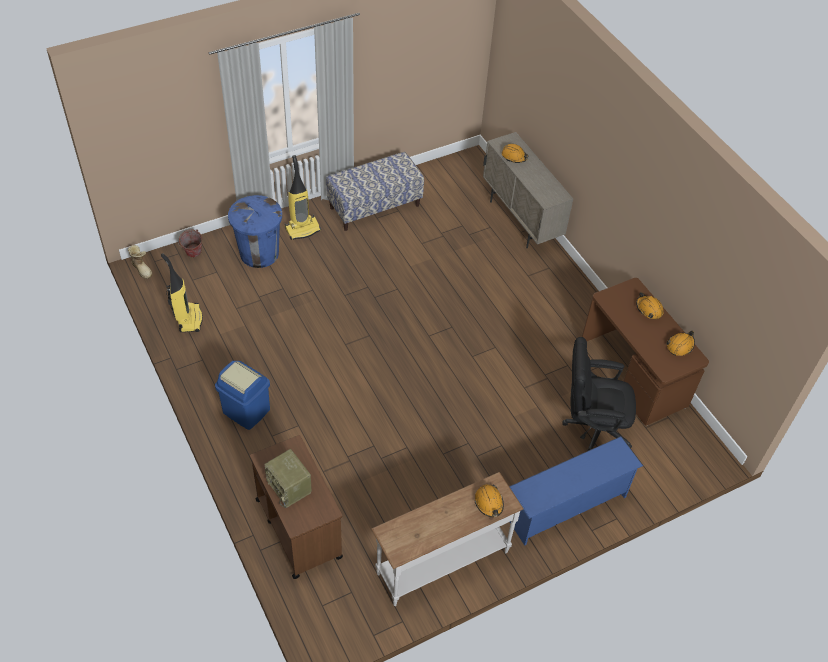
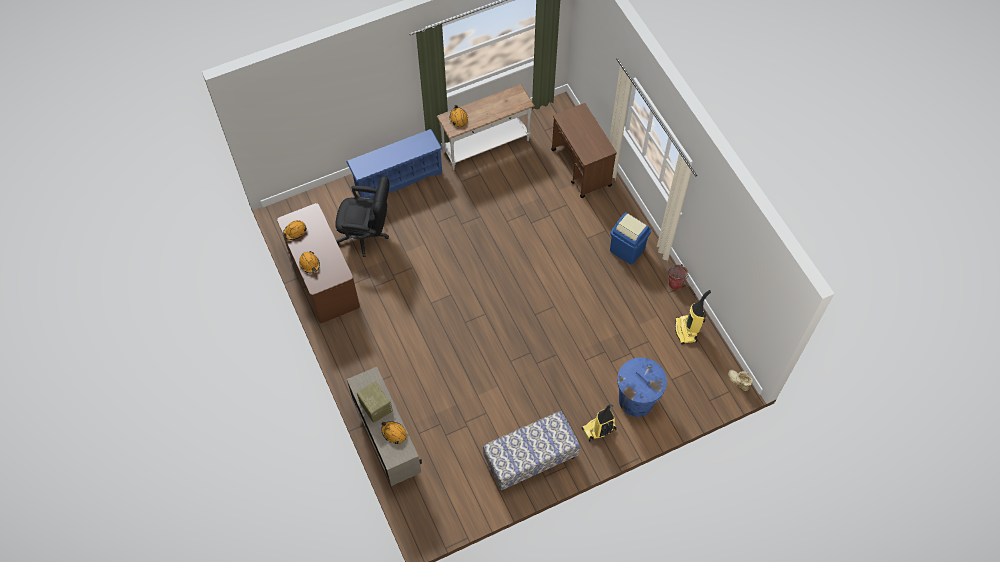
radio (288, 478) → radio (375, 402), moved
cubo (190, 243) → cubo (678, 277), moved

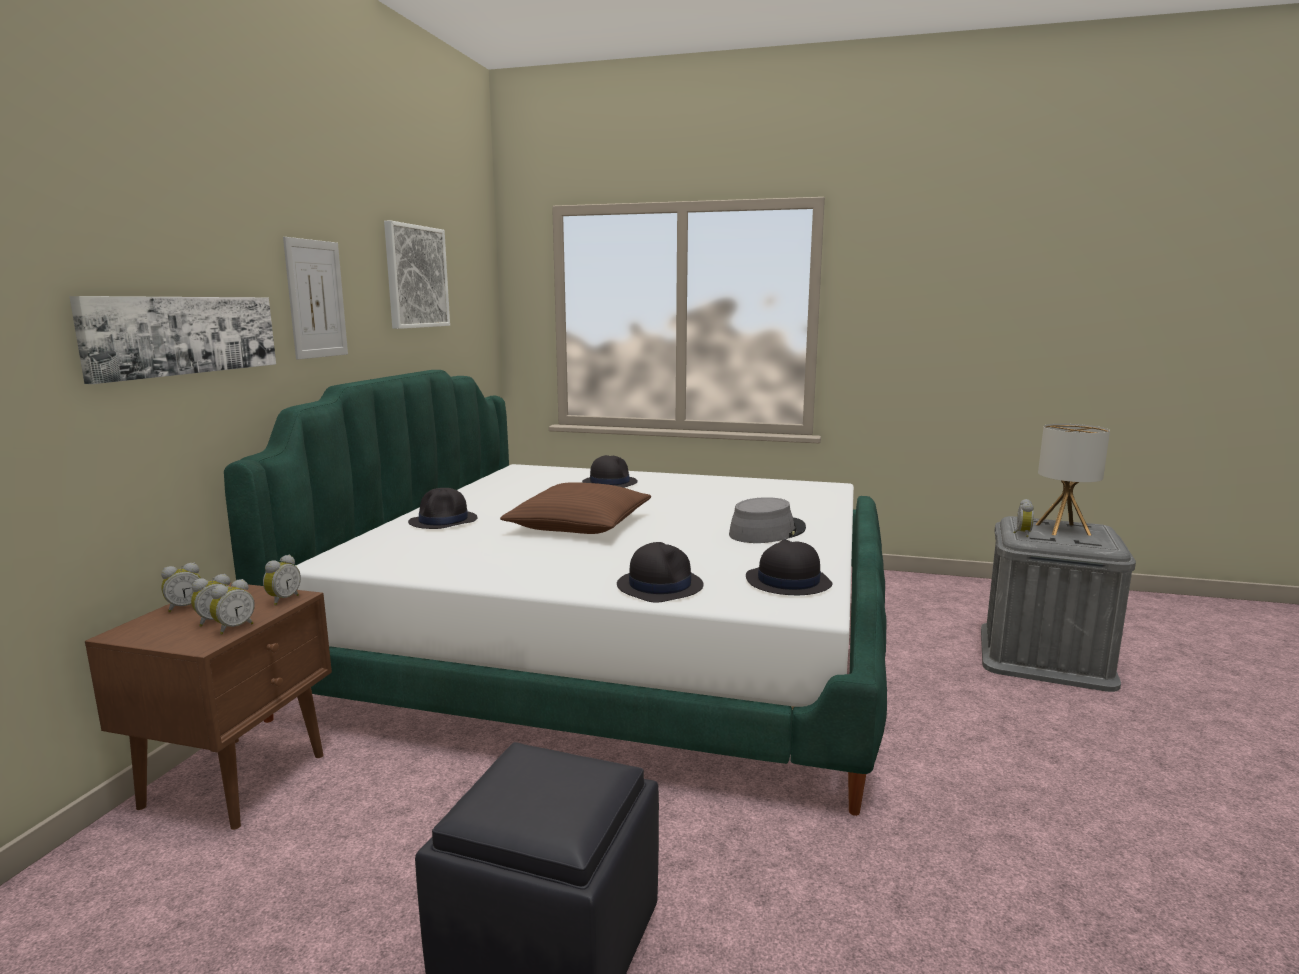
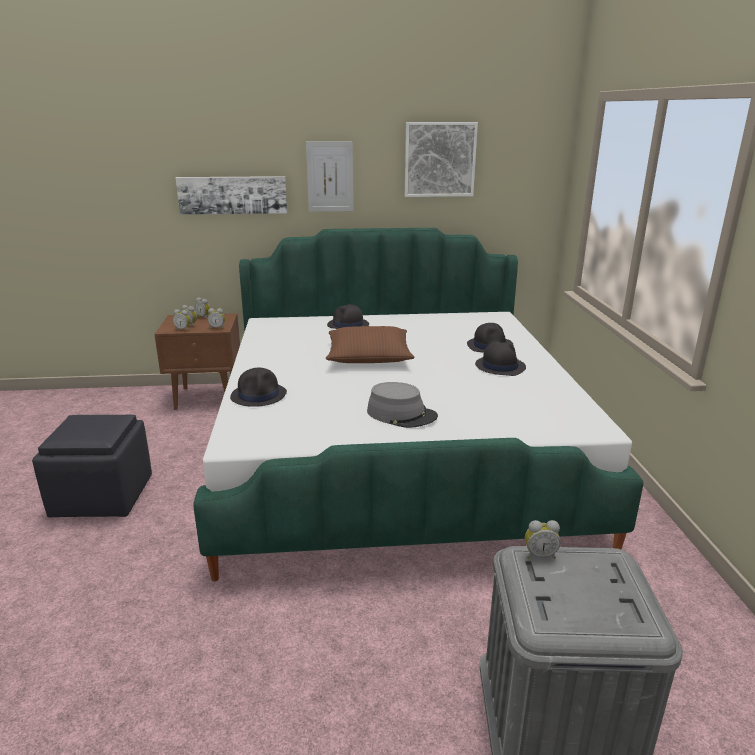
sombrero/negro (789, 567) → sombrero/negro (500, 359), moved
lámpara de mesa (1072, 480) → -

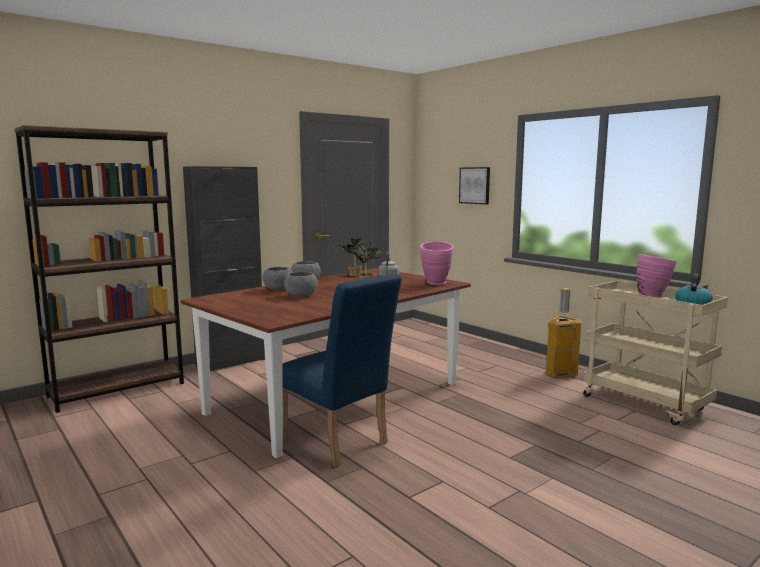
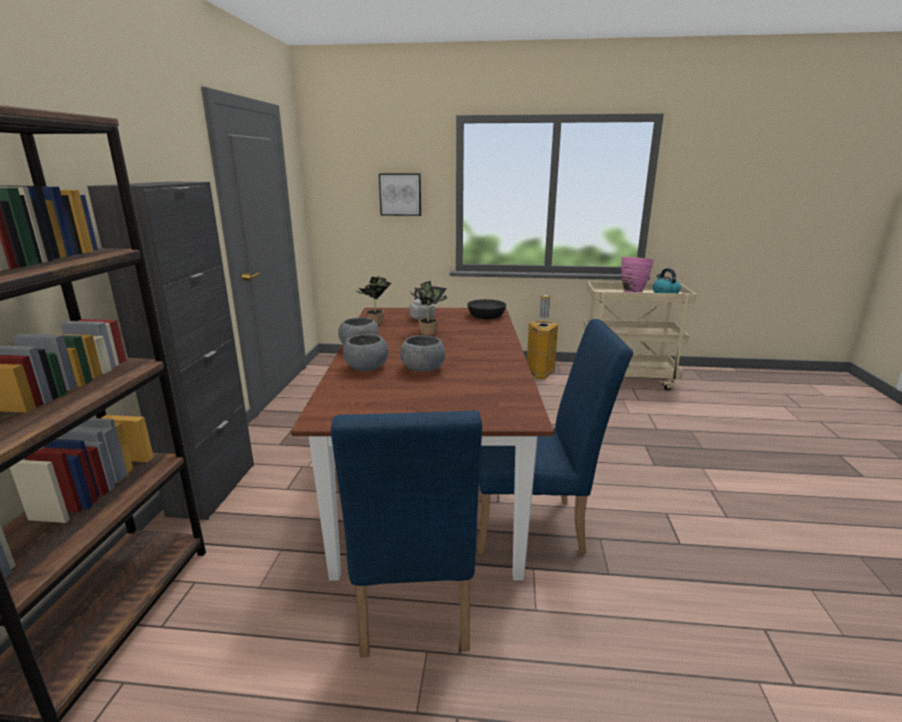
- → silla/azul (406, 533)
florero/rosa (437, 263) → cuenco/negro (486, 309)

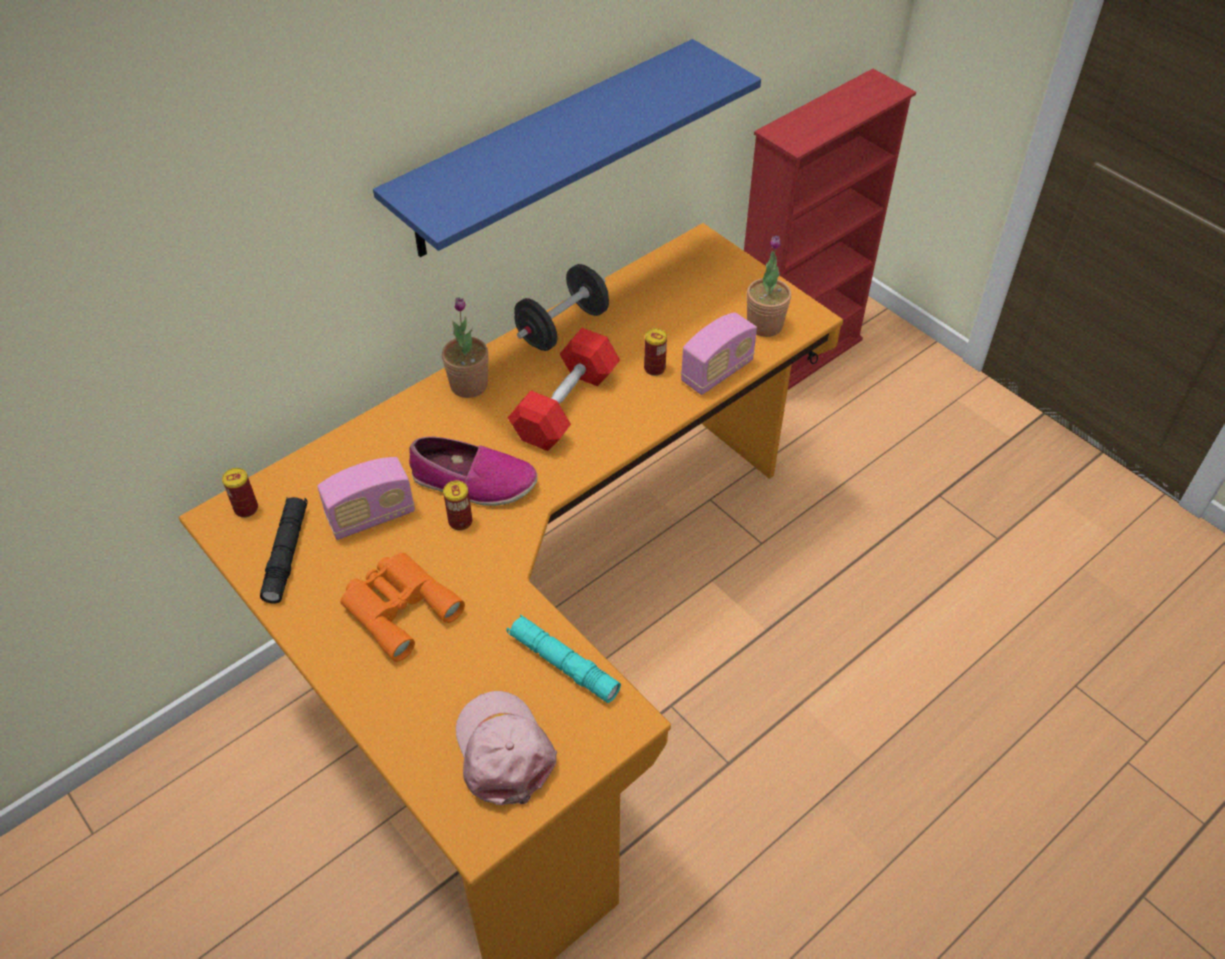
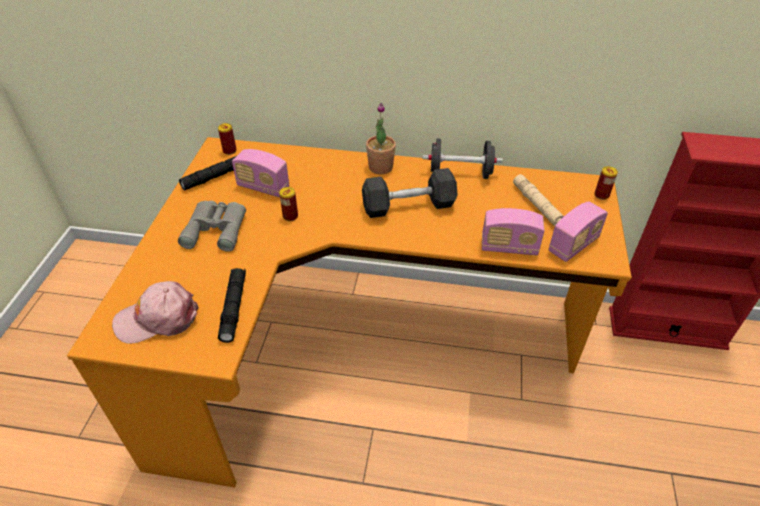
gorra/rosa (506, 748) → gorra/rosa (155, 312), 135 degrees counterclockwise
prismáticos/naranja (402, 607) → prismáticos/gris (212, 226)
linterna/turquesa (563, 658) → linterna/negro (232, 305)
mancuerna/rojo (564, 389) → mancuerna/gris (410, 193)
- → linterna/beis (538, 200)
planta en maceta (769, 286) → radio (578, 231)
lata (655, 352) → lata (606, 183), moved
estante/azul (567, 148) → -
zapato (473, 471) → -

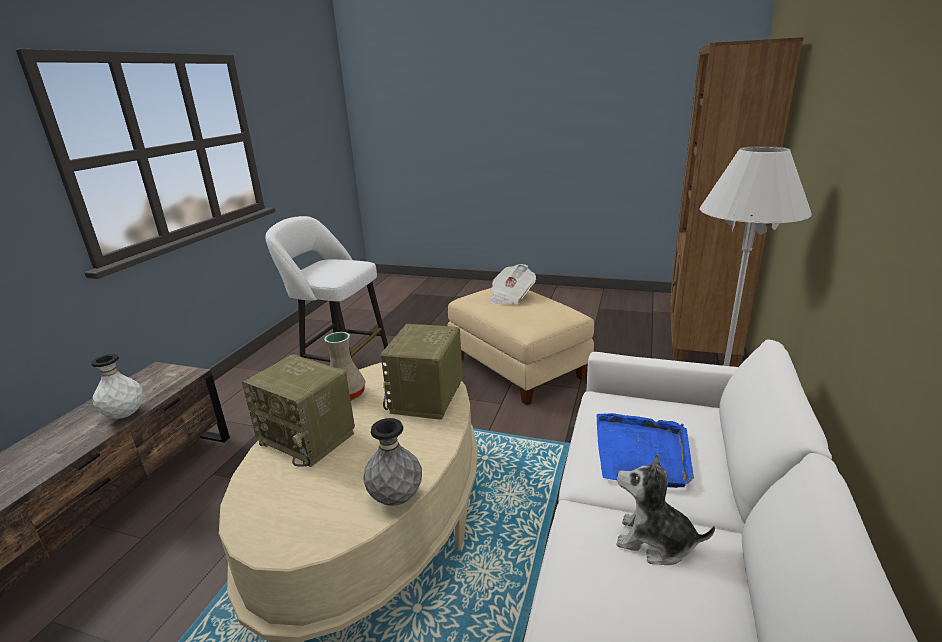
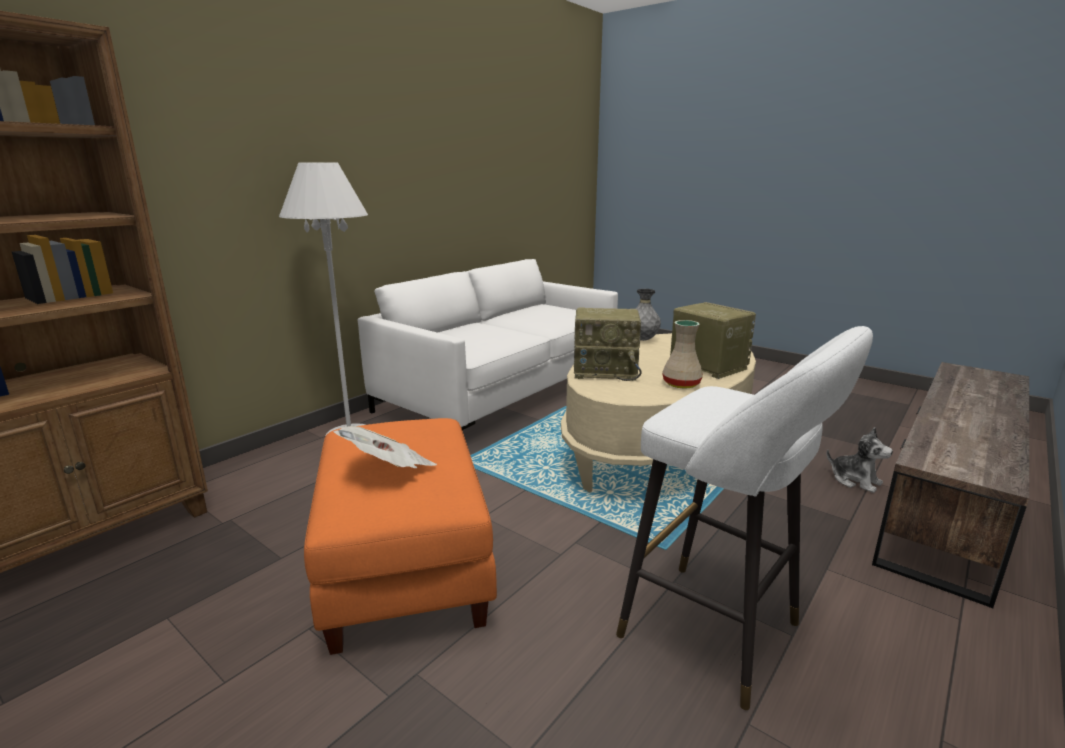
puf/beis (520, 346) → puf/naranja (400, 536)
radio (422, 372) → radio (608, 344), 60 degrees clockwise
peluche (665, 509) → peluche (860, 460), moved
florero/blanco (117, 386) → -
bandeja/azul (645, 450) → -

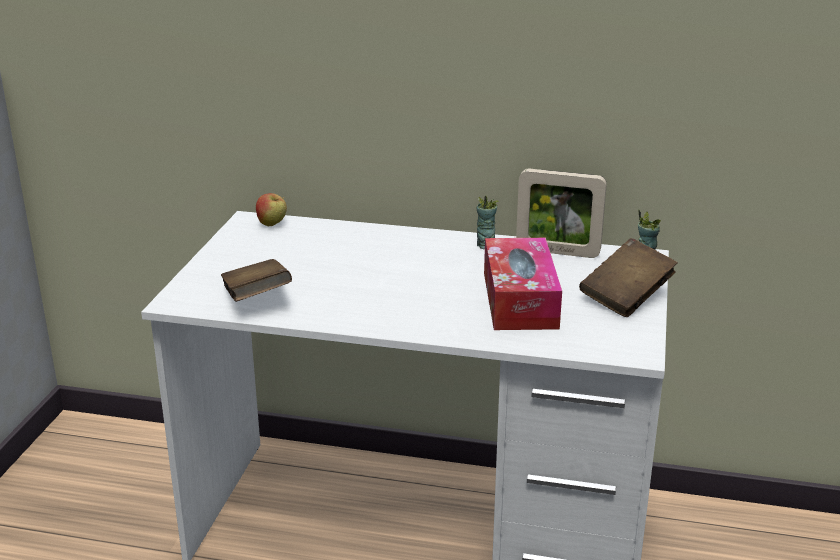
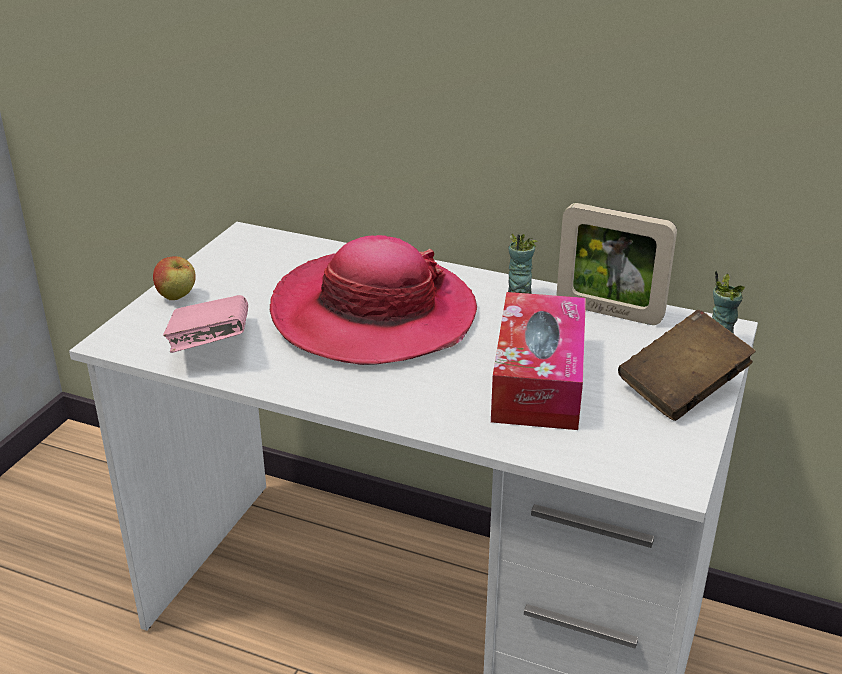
manzana (271, 209) → manzana (174, 278), moved
libro/marrón (256, 280) → libro/rosa (205, 324)
- → sombrero (373, 300)

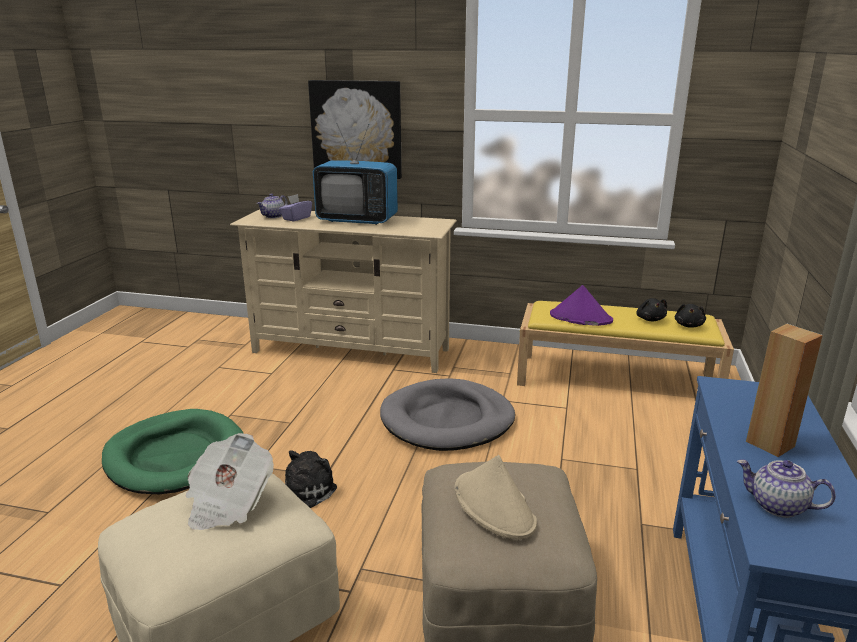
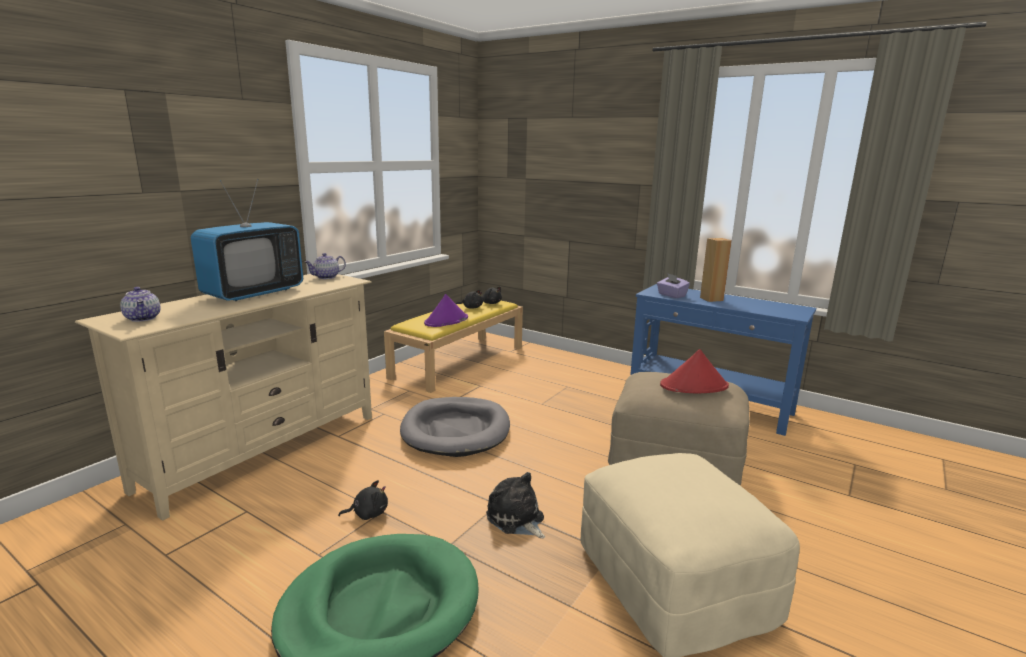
tetera (786, 488) → tetera (325, 266), moved
- → peluche/negro (363, 500)
caja de pañuelos/morado (295, 207) → caja de pañuelos/morado (673, 285), moved
sombrero/beis (496, 497) → sombrero/rojo (694, 371)
periódico (229, 481) → -
cuadro (355, 129) → -

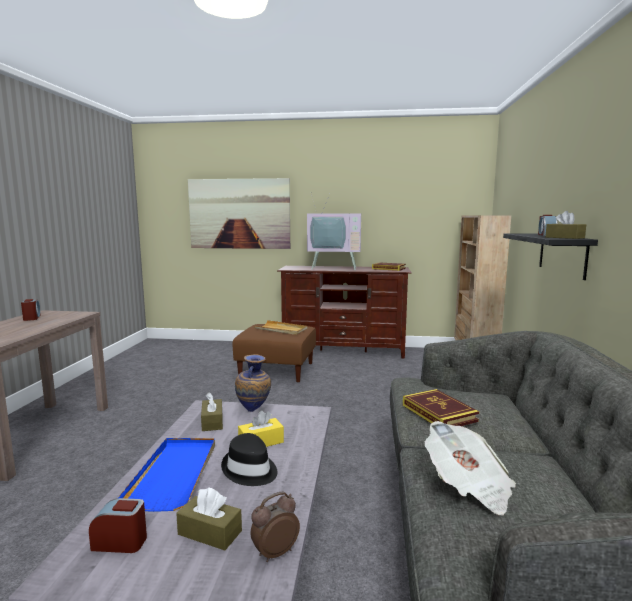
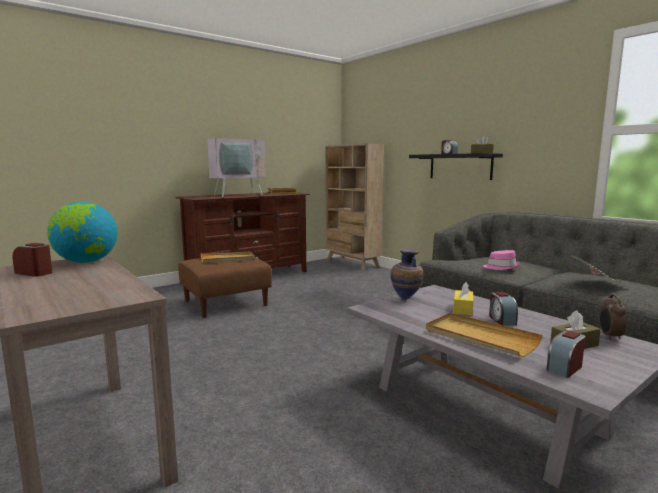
- → globo terráqueo (82, 232)
bandeja/azul (166, 475) → bandeja/beis (484, 335)
libro (441, 407) → sombrero/rosa (501, 260)
sombrero/negro (249, 459) → despertador (503, 309)
cuadro (239, 213) → -
caja de pañuelos/marrón (212, 411) → -

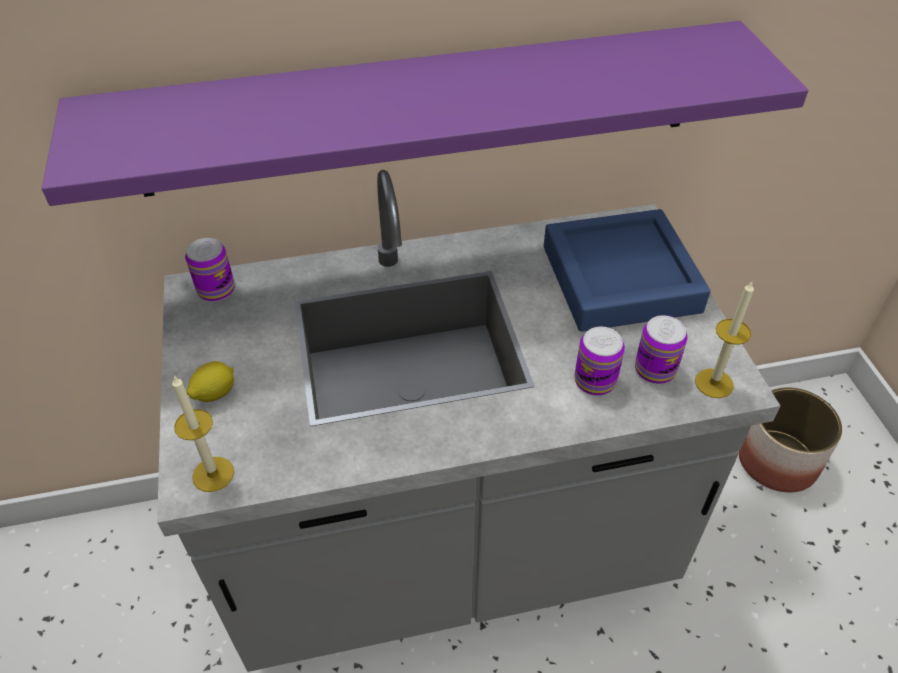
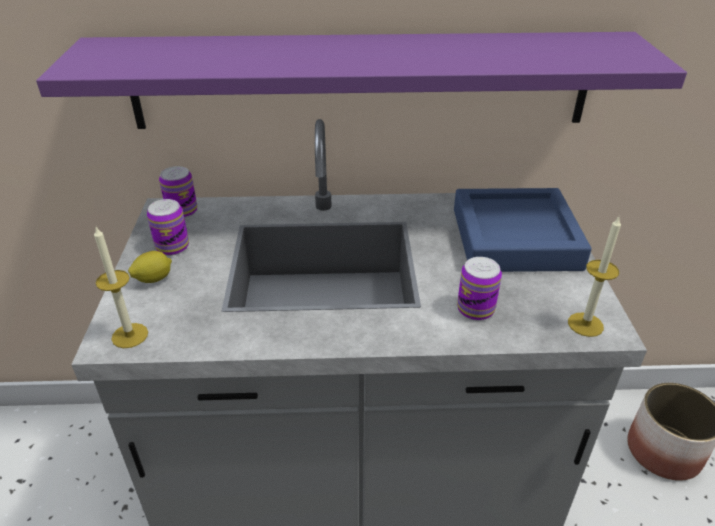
lata (661, 349) → lata (168, 227), moved

